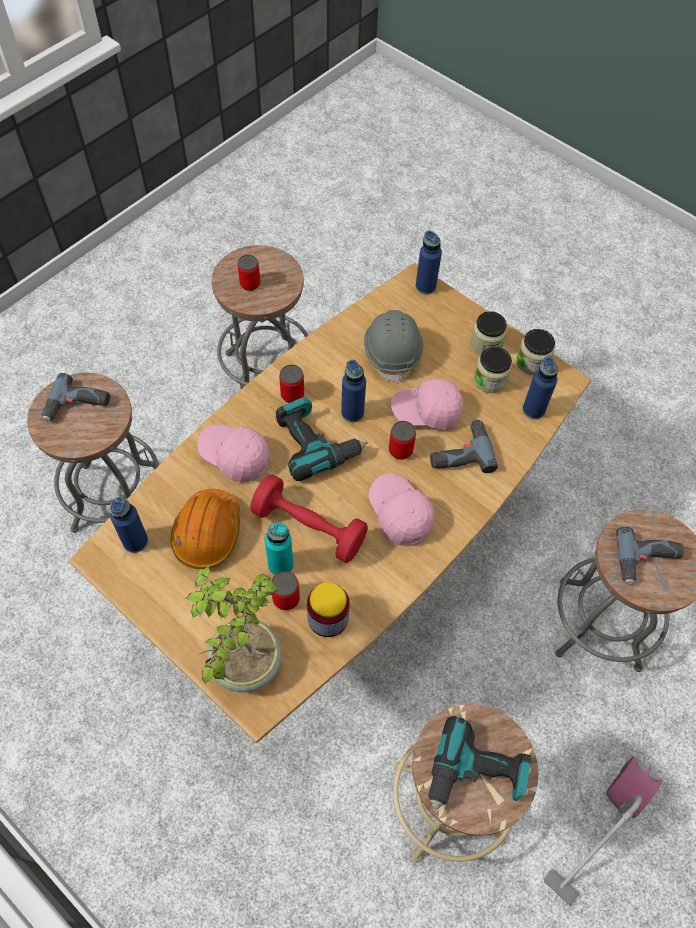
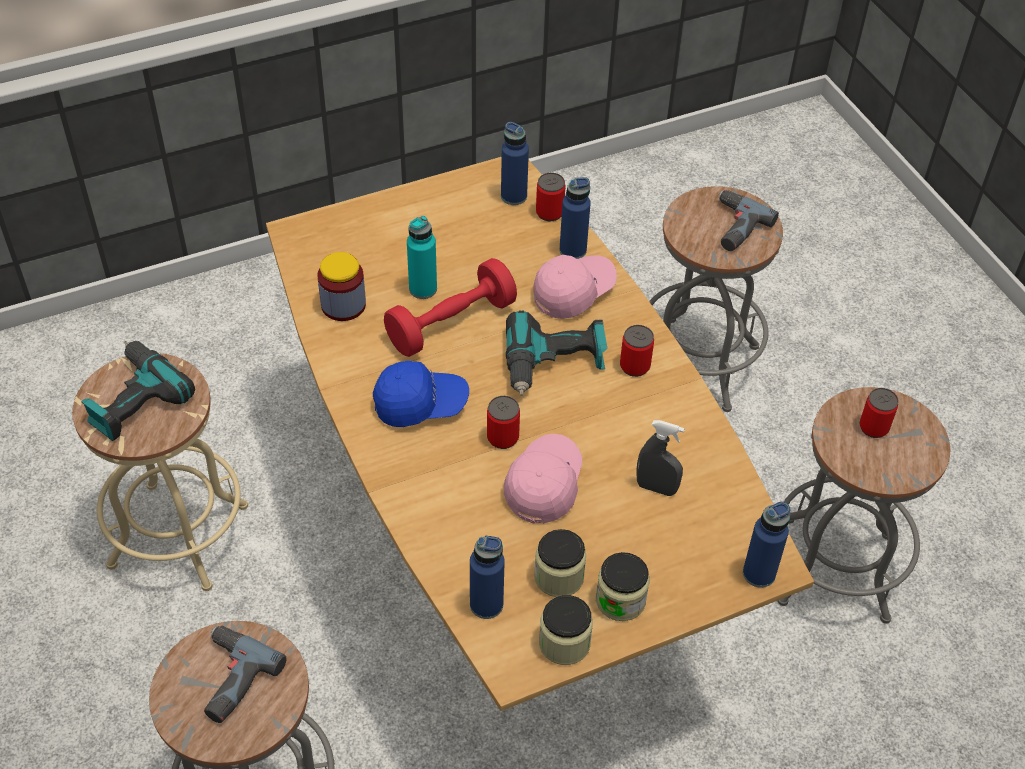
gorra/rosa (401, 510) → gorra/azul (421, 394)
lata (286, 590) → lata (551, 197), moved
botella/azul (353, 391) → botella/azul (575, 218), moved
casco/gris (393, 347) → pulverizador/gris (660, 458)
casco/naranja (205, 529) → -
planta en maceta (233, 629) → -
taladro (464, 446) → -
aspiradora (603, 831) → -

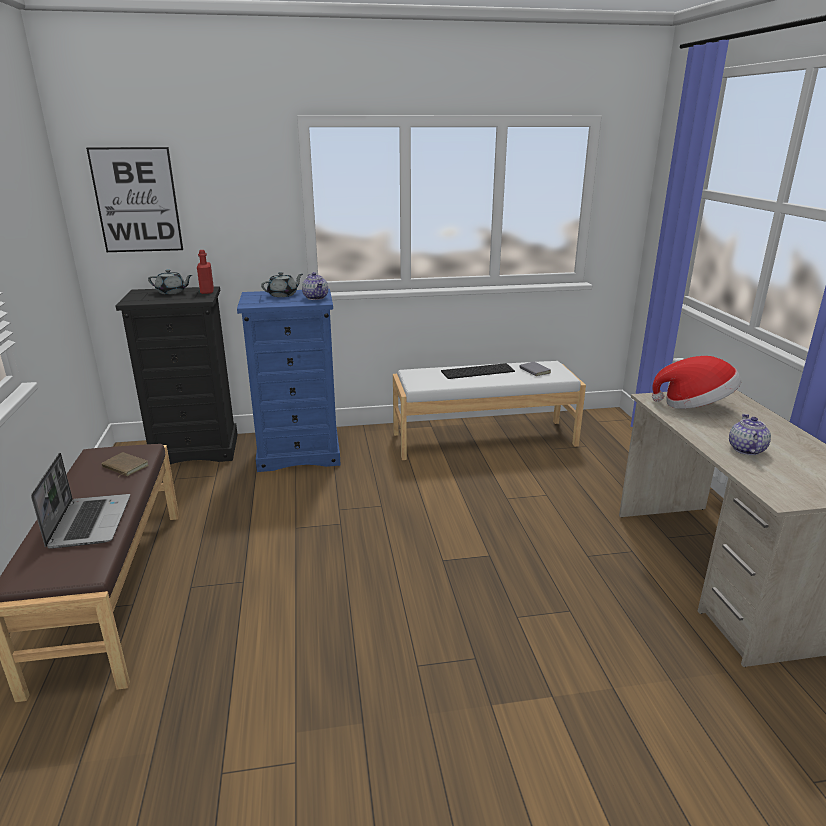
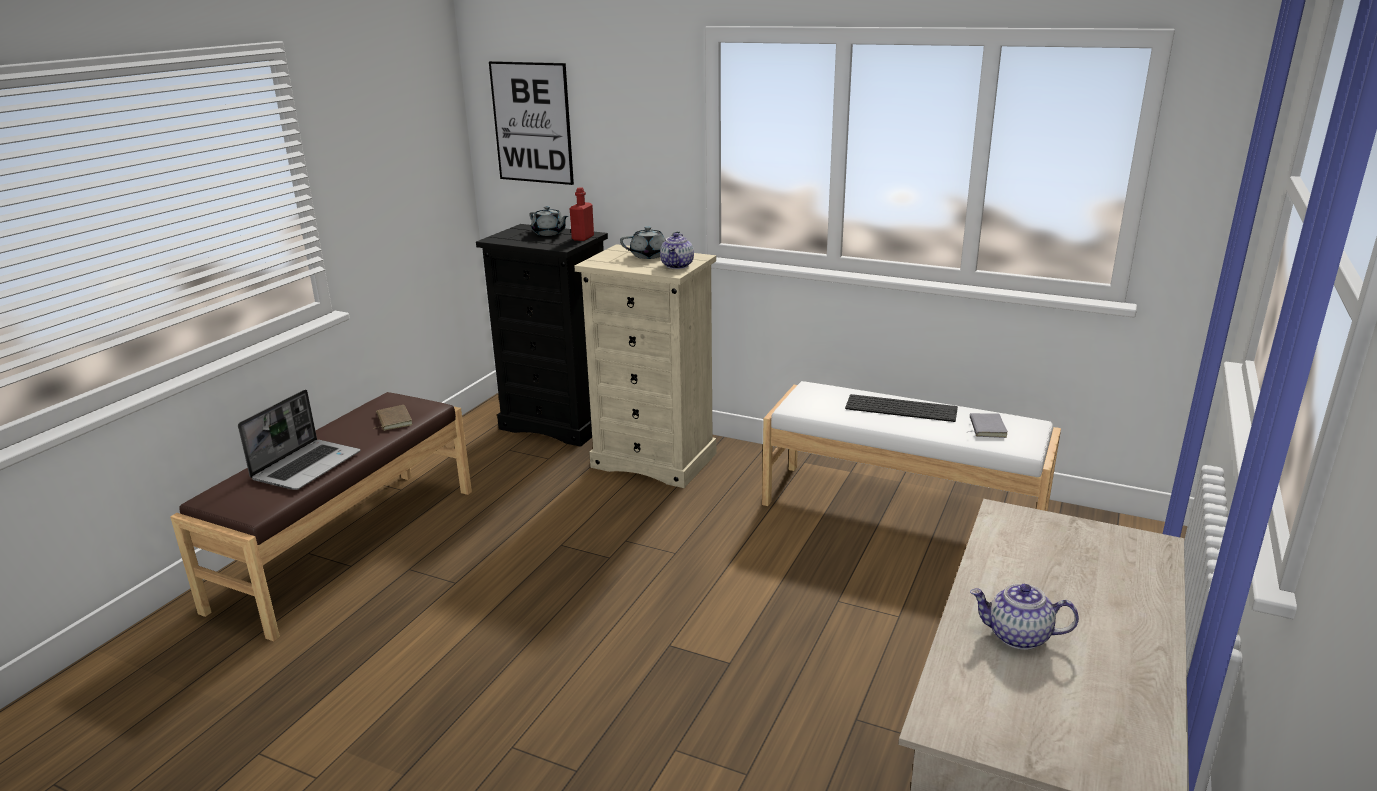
cómoda/azul (289, 380) → cómoda/beis (645, 366)
tetera (750, 434) → tetera (1024, 617), 120 degrees counterclockwise
sombrero (696, 382) → -

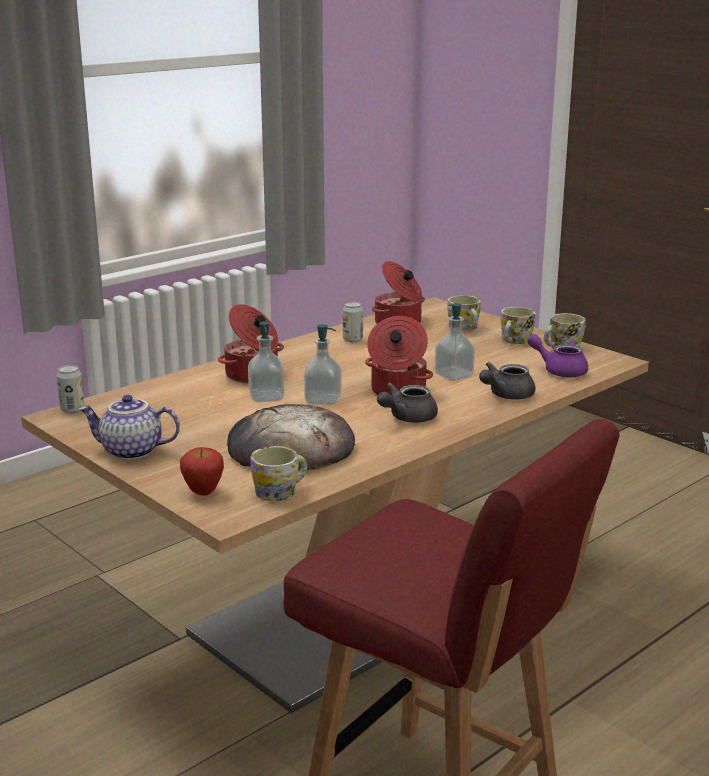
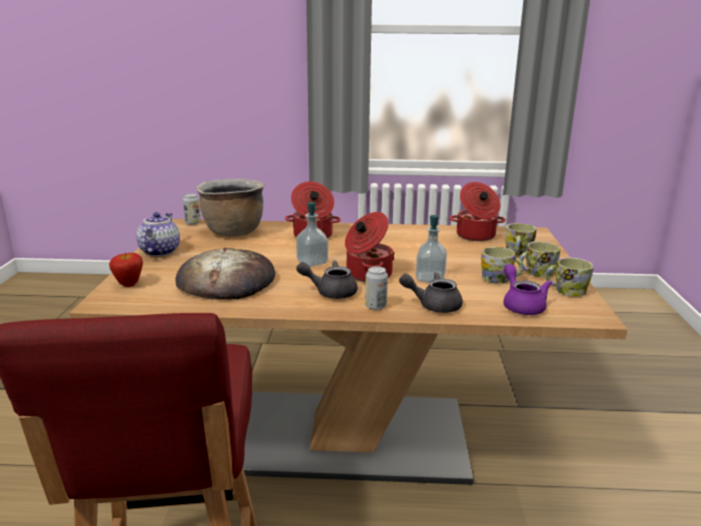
tetera (129, 427) → tetera (158, 234), 45 degrees clockwise
- → olla/marrón (230, 207)
lata (353, 322) → lata (376, 288), moved
taza grande (278, 473) → taza grande (502, 265), moved
dispensador de jabón (266, 362) → -

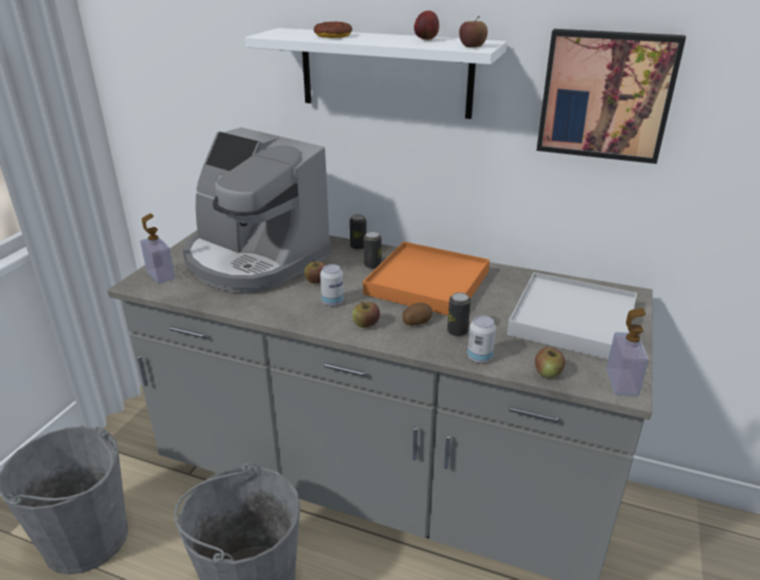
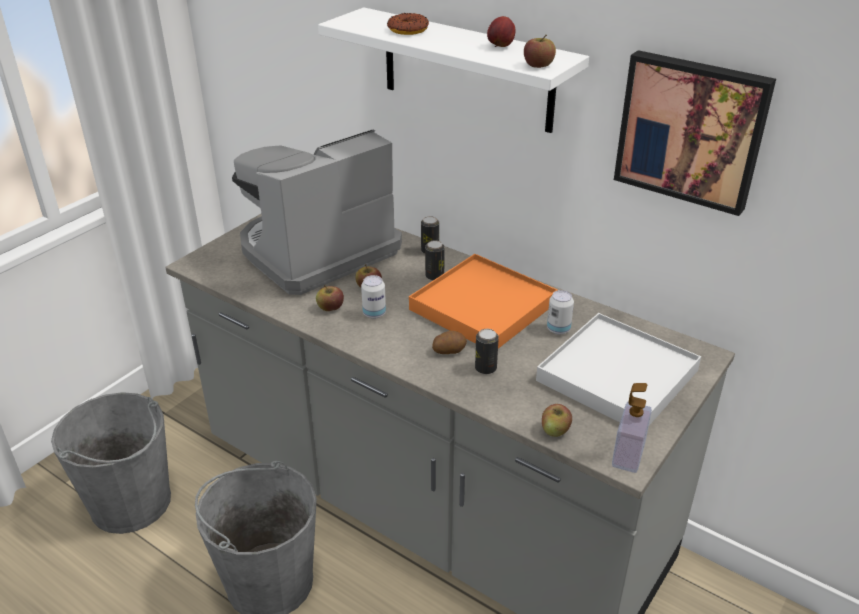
cafetera (257, 210) → cafetera (317, 212), 90 degrees clockwise
manzana (366, 314) → manzana (330, 298), moved
lata (481, 339) → lata (560, 312), moved
dispensador de jabón (157, 248) → -

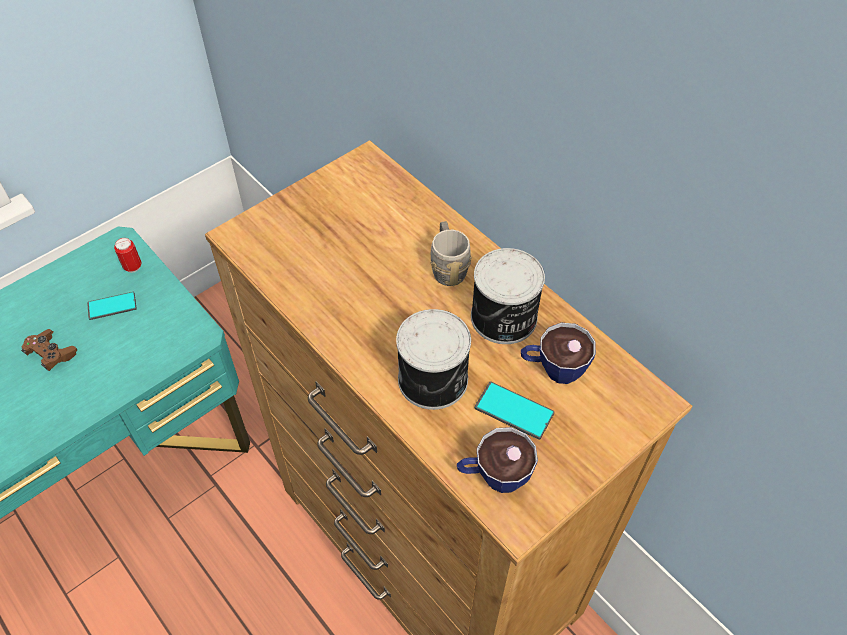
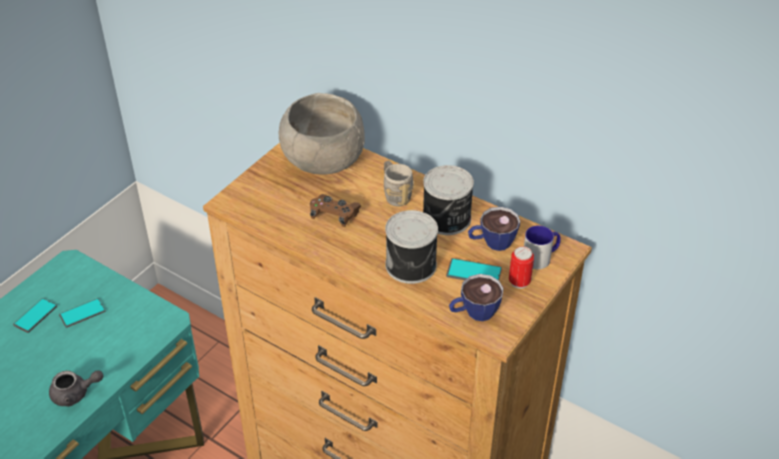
- → móvil (35, 315)
- → tetera/gris (76, 388)
- → cuenco/gris (322, 134)
mando de consola/marrón (49, 350) → mando de consola/marrón (335, 210), moved
lata (128, 255) → lata (521, 267), moved
- → taza grande (542, 247)

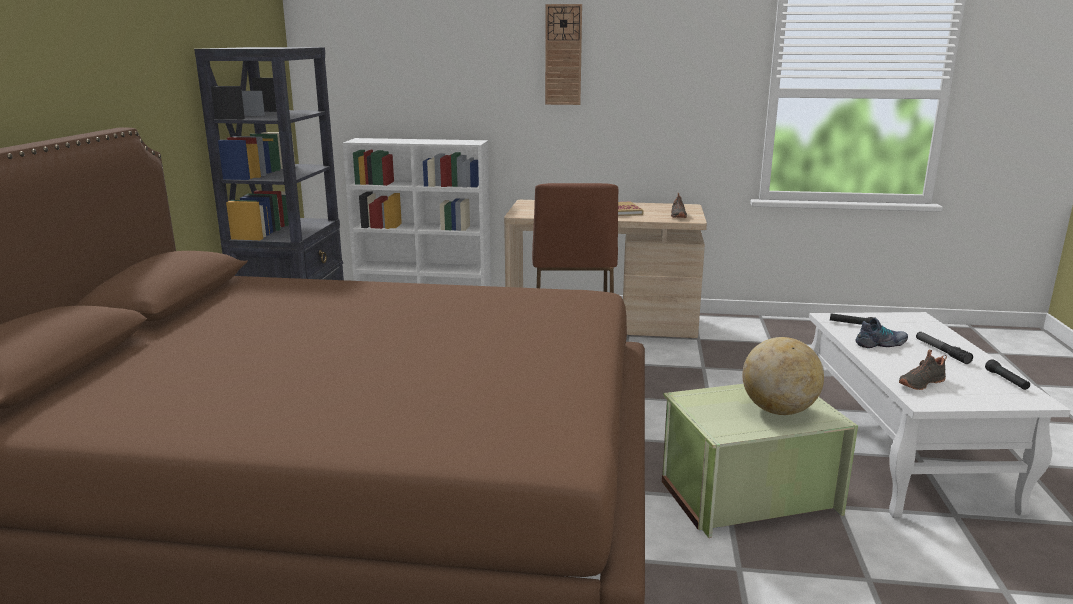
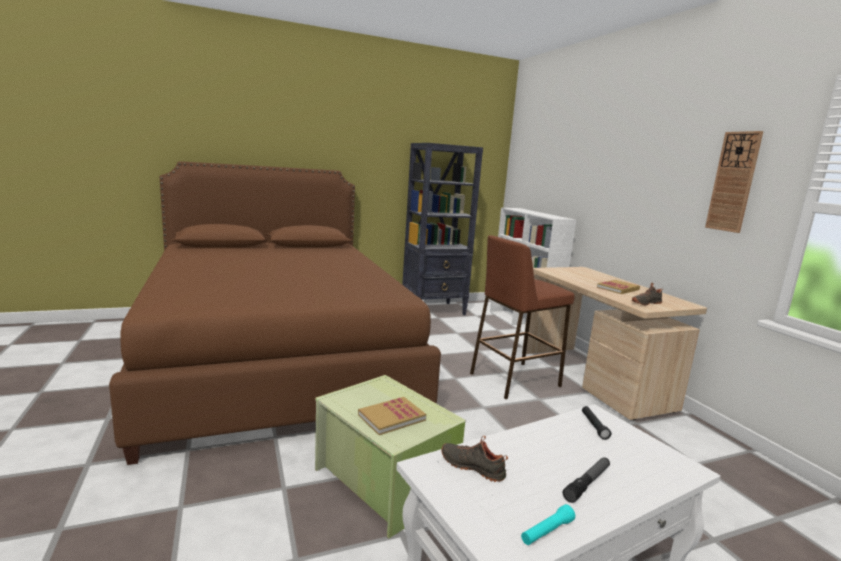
globo terráqueo (783, 376) → libro (392, 416)
linterna/negro (1007, 374) → linterna/turquesa (548, 524)
reloj de pared (563, 54) → reloj de pared (734, 182), moved
zapato (881, 333) → -

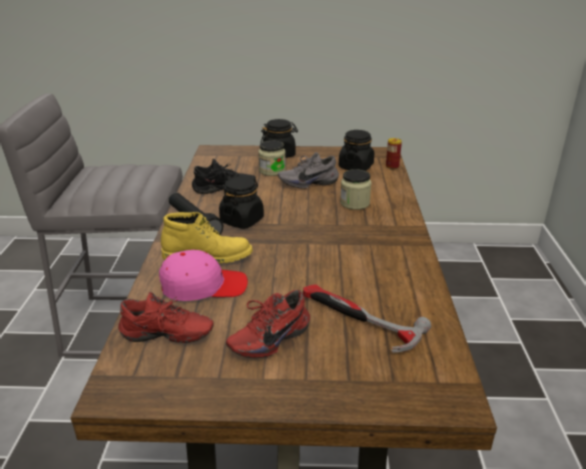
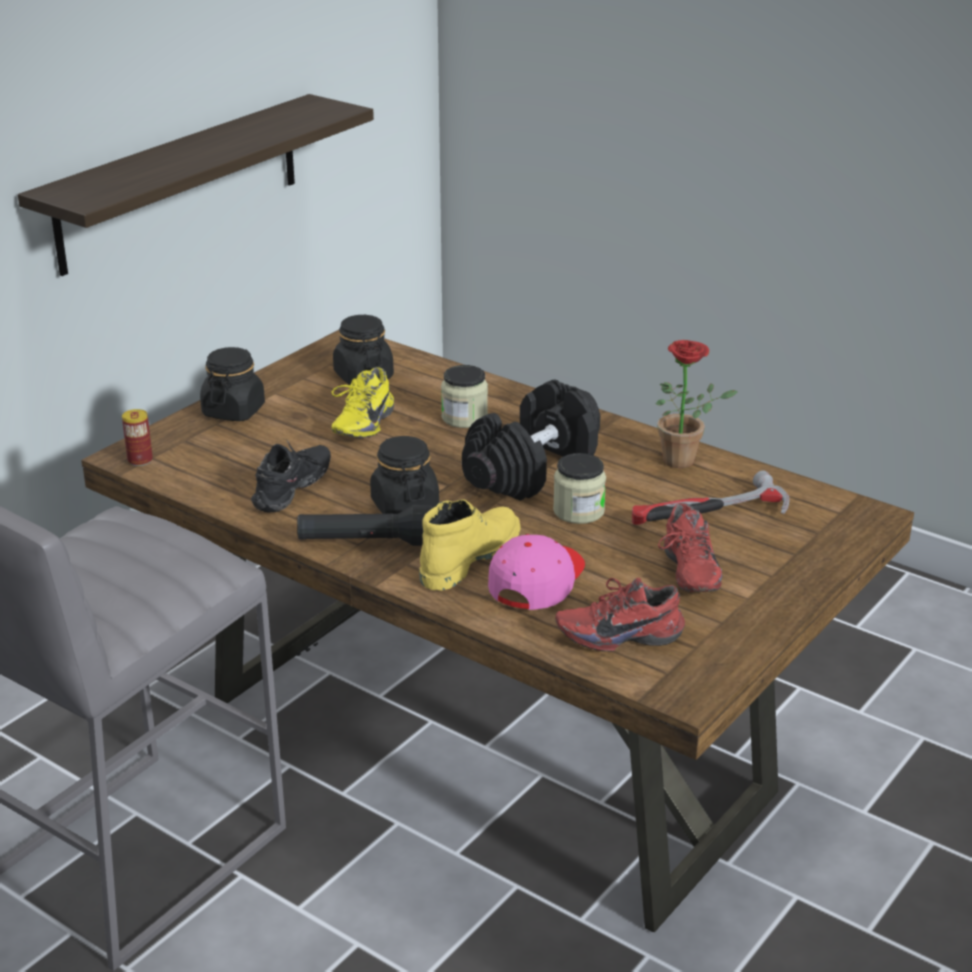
- → estante (196, 185)
lata (394, 153) → lata (137, 437), moved
zapato/gris (308, 170) → zapato/amarillo (363, 402)
- → mancuerna/negro (531, 440)
tarro (272, 158) → tarro (579, 488), moved
zapato/rojo (166, 317) → zapato/rojo (620, 615), 135 degrees counterclockwise
- → planta en maceta (697, 404)

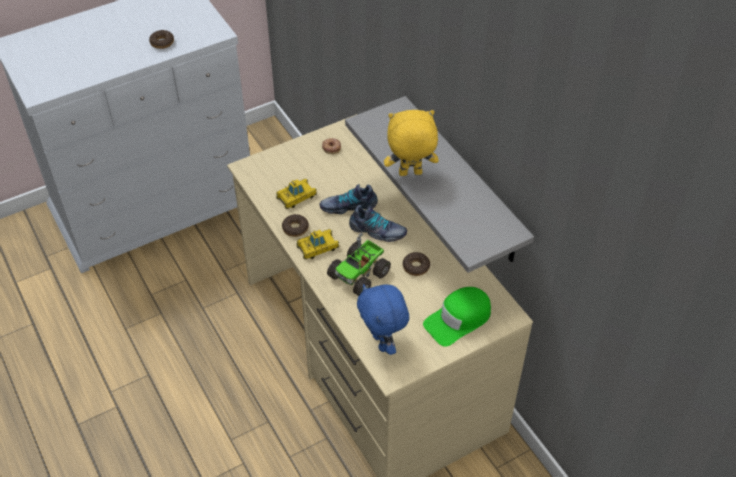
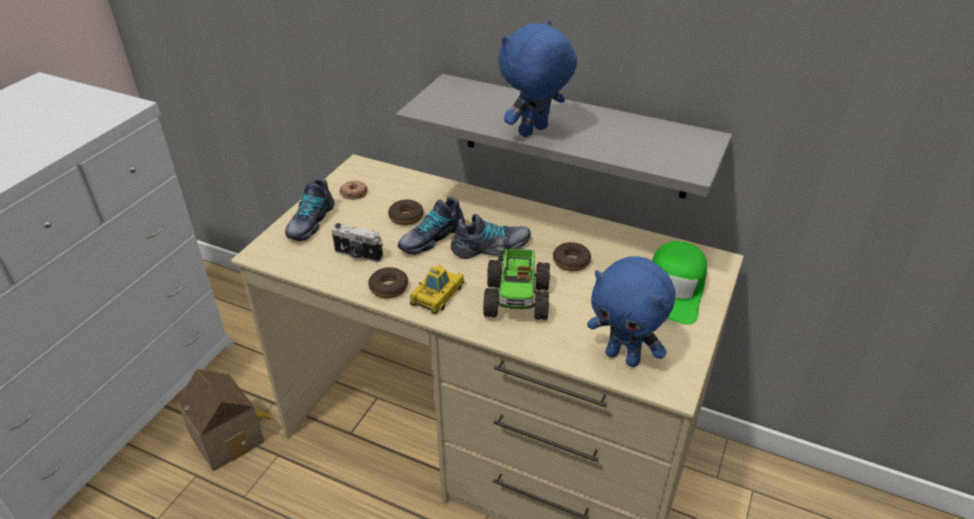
- → casita (224, 420)
- → zapato (310, 209)
coche de juguete (296, 194) → cámara (357, 242)
rosquilla (161, 39) → rosquilla (406, 212), moved
peluche/amarillo (411, 143) → peluche/azul (537, 78)

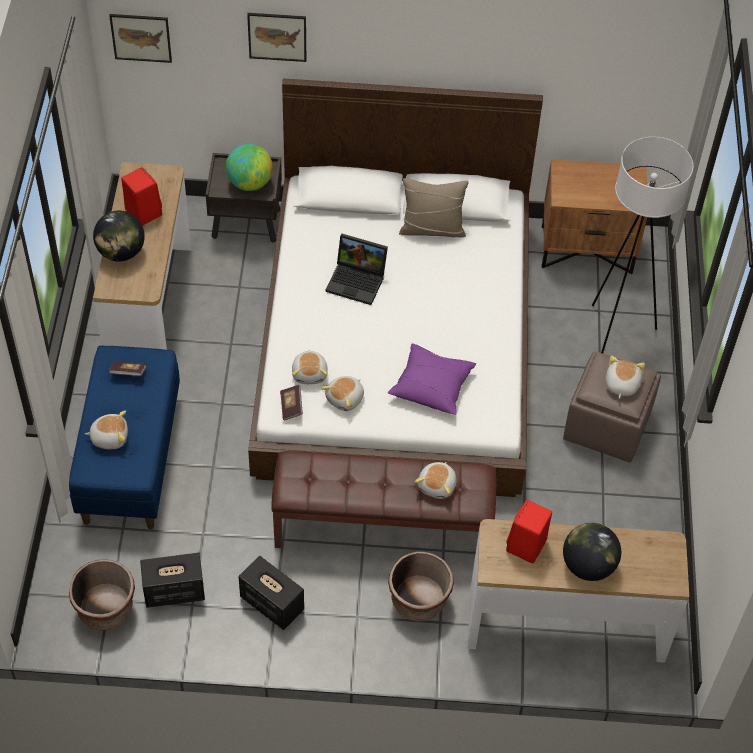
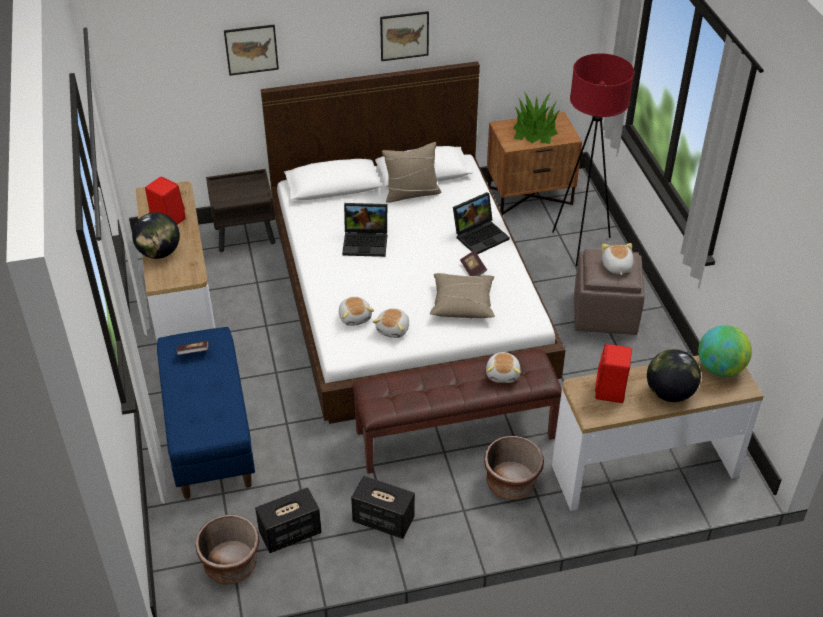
cuadro (140, 38) → cuadro (404, 36), moved
cojín/morado (432, 379) → cojín/beis (462, 296)
- → portátil (481, 223)
libro (291, 403) → libro (473, 263), moved
- → planta en maceta (536, 118)
lámpara de pie/blanco (642, 245) → lámpara de pie/rojo (593, 160)
globo terráqueo (249, 167) → globo terráqueo (725, 351), moved
peluche (106, 430) → -

